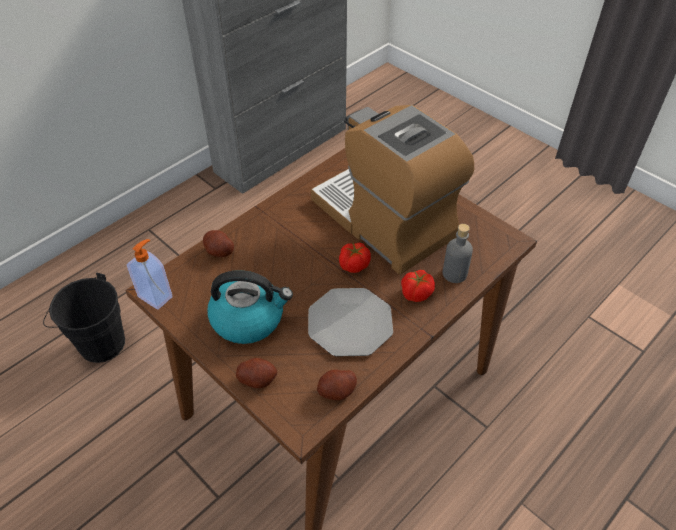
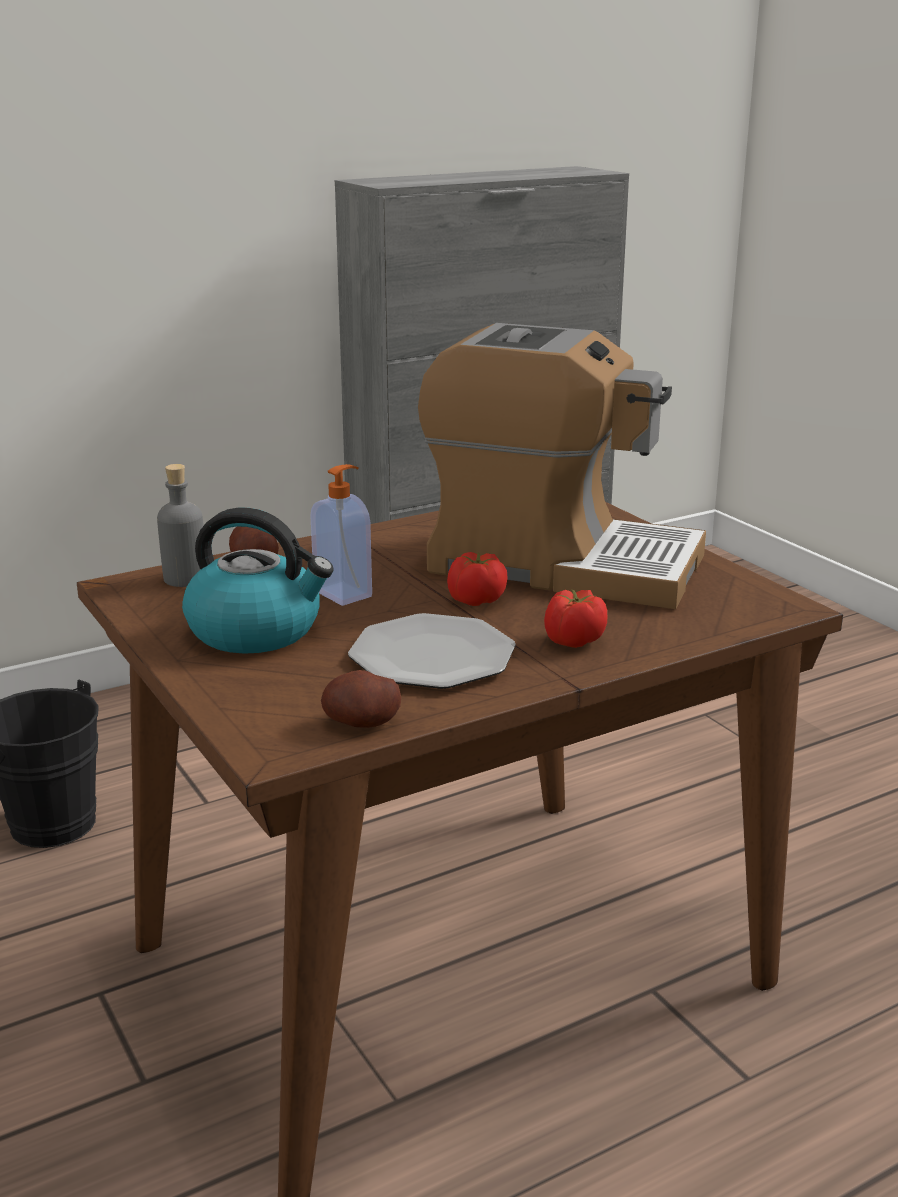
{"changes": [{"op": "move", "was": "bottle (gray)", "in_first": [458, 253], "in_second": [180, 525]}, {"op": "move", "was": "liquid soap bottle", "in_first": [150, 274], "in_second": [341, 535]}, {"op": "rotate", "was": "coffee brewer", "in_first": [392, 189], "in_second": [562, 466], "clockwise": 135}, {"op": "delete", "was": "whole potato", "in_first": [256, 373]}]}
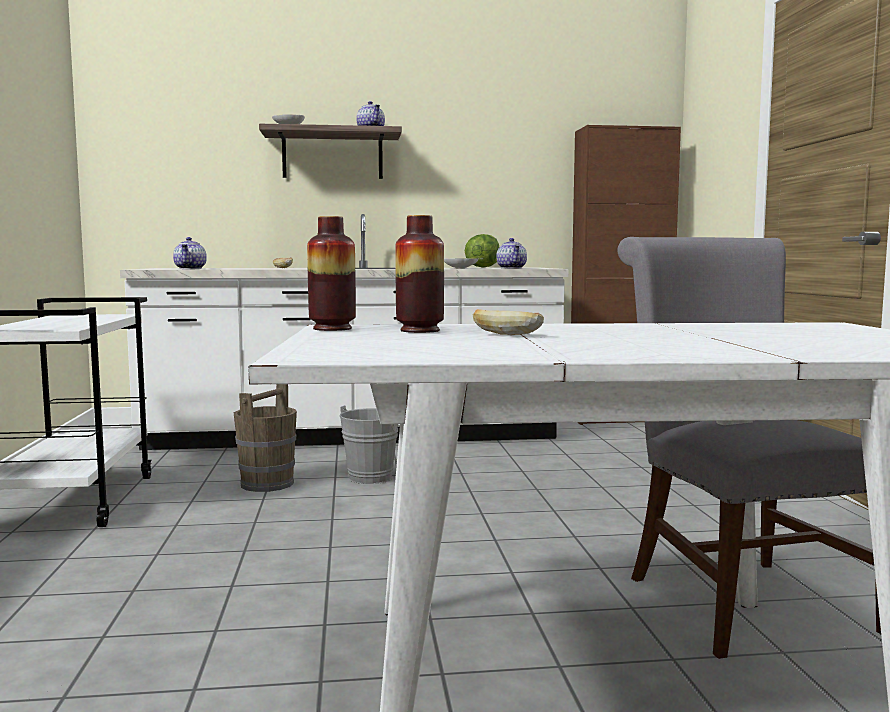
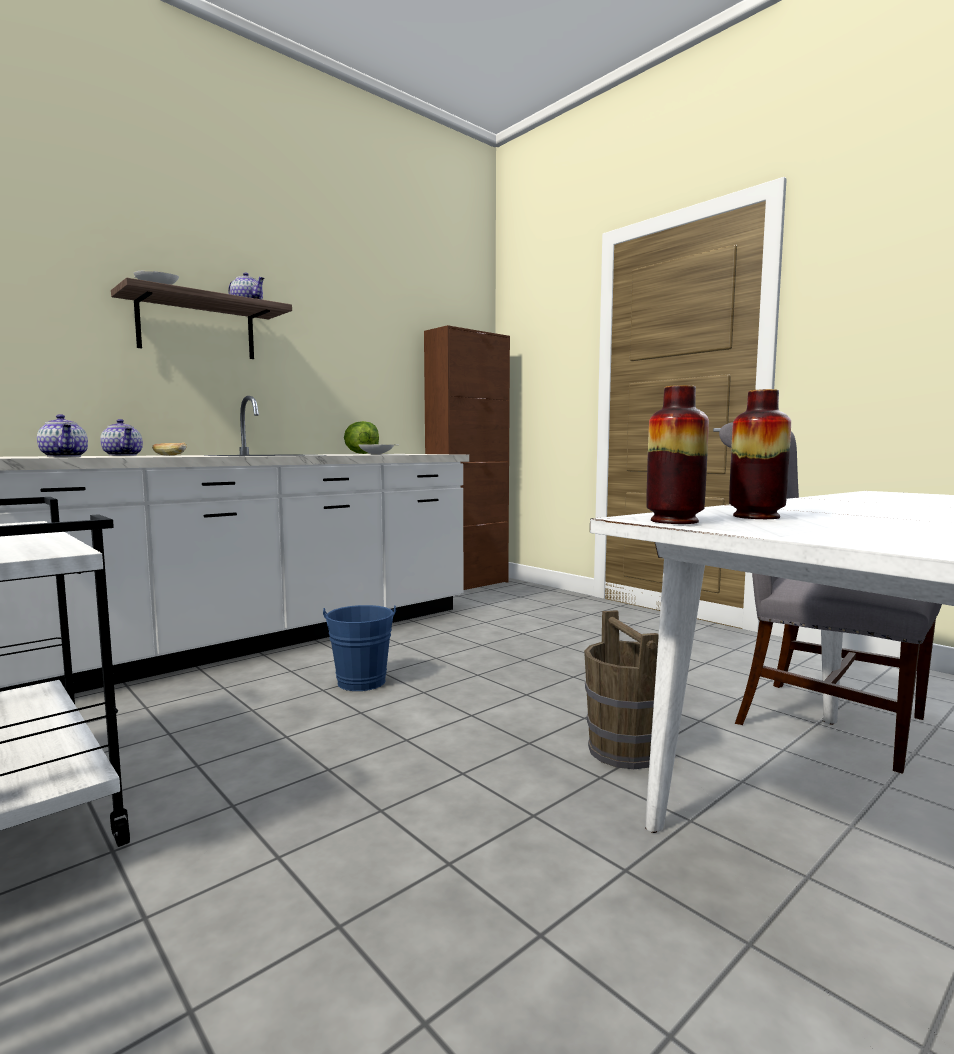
{"changes": [{"op": "move", "was": "teapot", "in_first": [511, 253], "in_second": [121, 437]}, {"op": "recolor", "was": "bucket (gray)", "now": "bucket (bluish)", "in_first": [369, 444], "in_second": [359, 648]}, {"op": "move", "was": "bucket (brown-coloured)", "in_first": [265, 438], "in_second": [621, 689]}, {"op": "delete", "was": "bread", "in_first": [508, 322]}]}
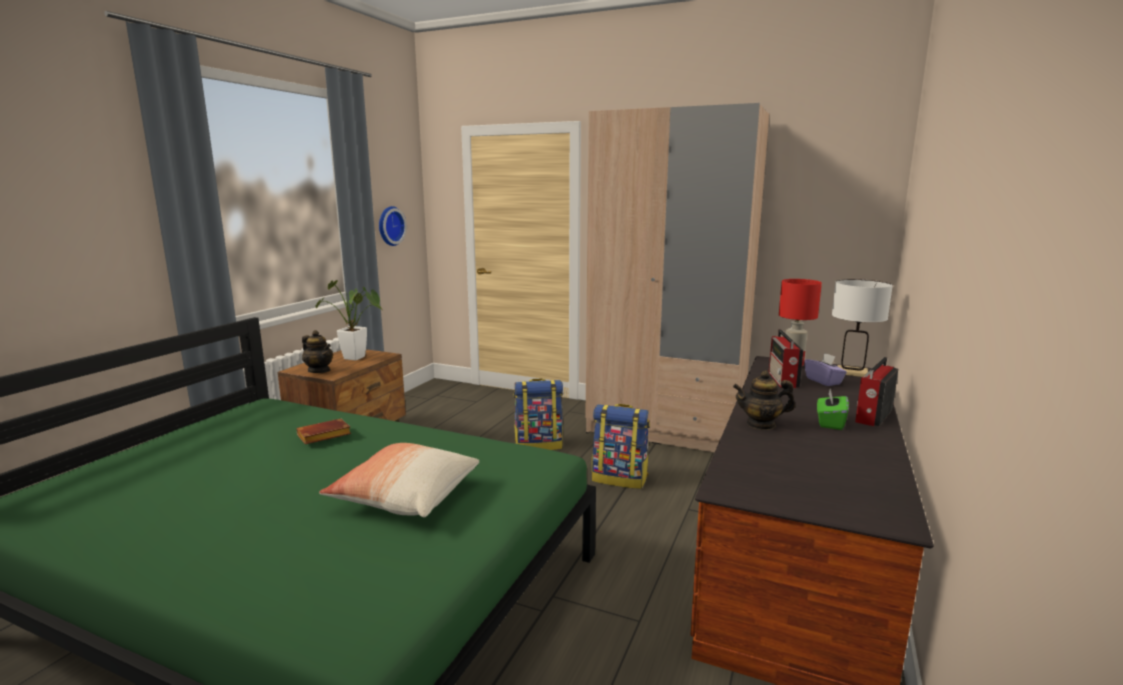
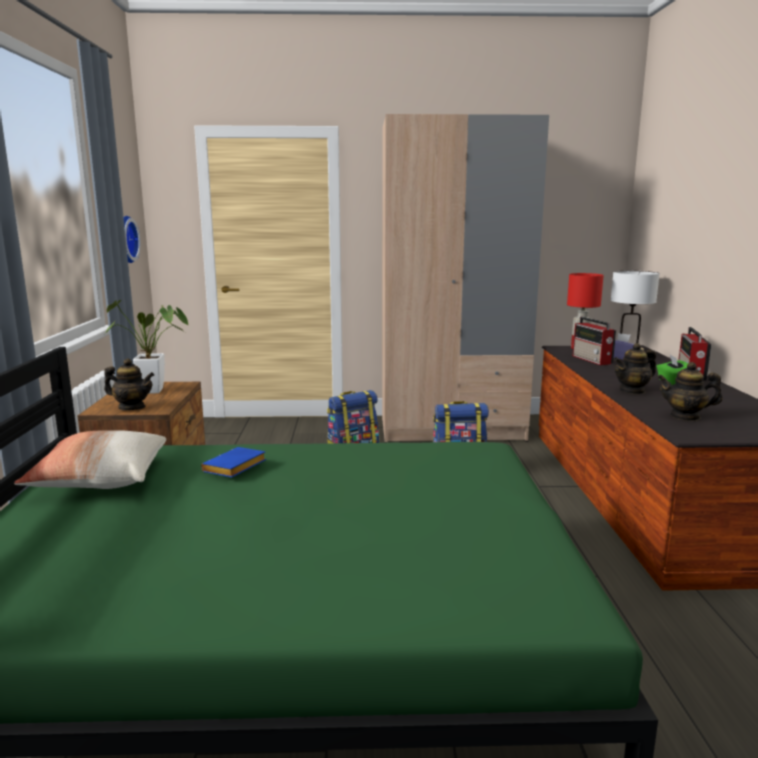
{"changes": [{"op": "move", "was": "throw pillow", "in_first": [399, 480], "in_second": [90, 459]}, {"op": "recolor", "was": "book (brown-coloured)", "now": "book (bluish)", "in_first": [324, 431], "in_second": [233, 462]}, {"op": "insert", "now": "teapot", "in_second": [690, 391]}]}
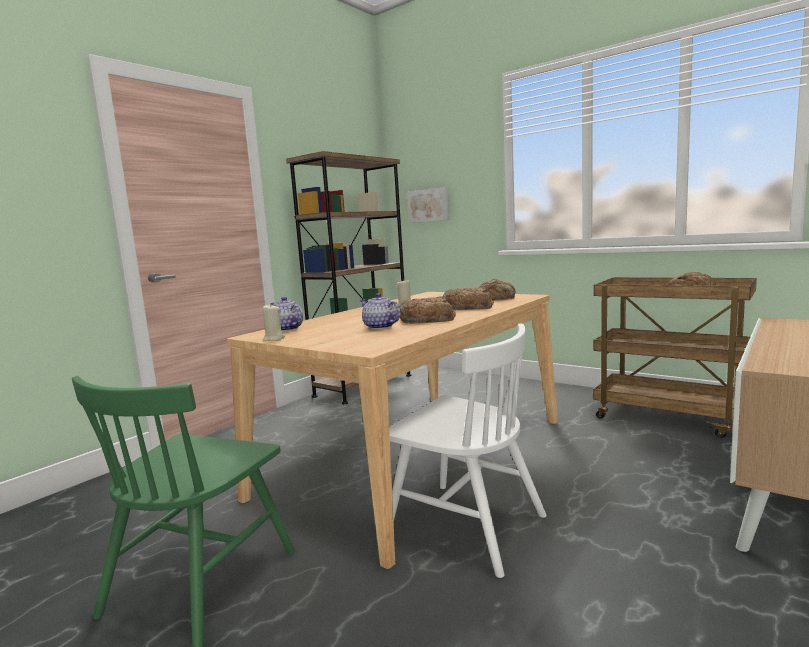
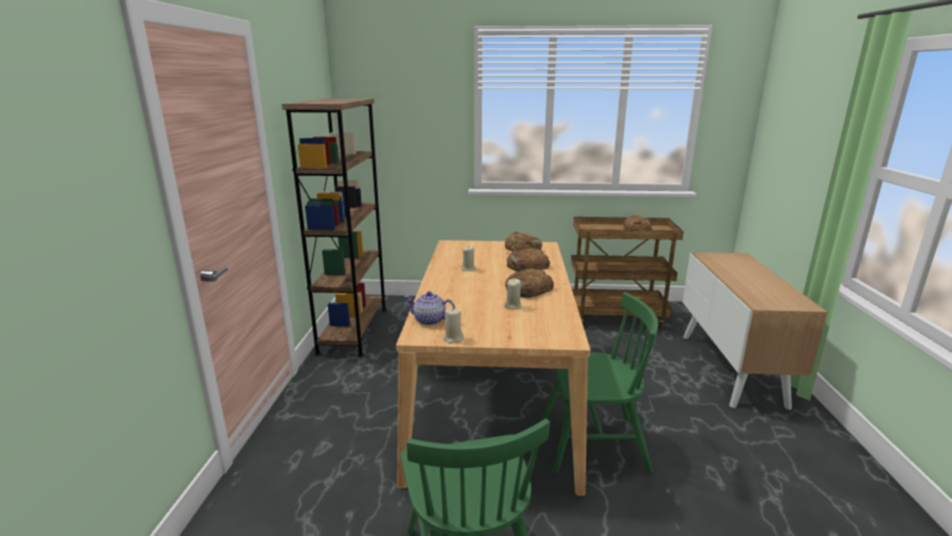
{"changes": [{"op": "replace", "was": "teapot", "now": "wax candle (sand-coloured)", "in_first": [380, 311], "in_second": [513, 294]}, {"op": "recolor", "was": "plain chair (whitish)", "now": "plain chair (green)", "in_first": [468, 450], "in_second": [600, 383]}, {"op": "delete", "was": "wall picture", "in_first": [428, 205]}]}
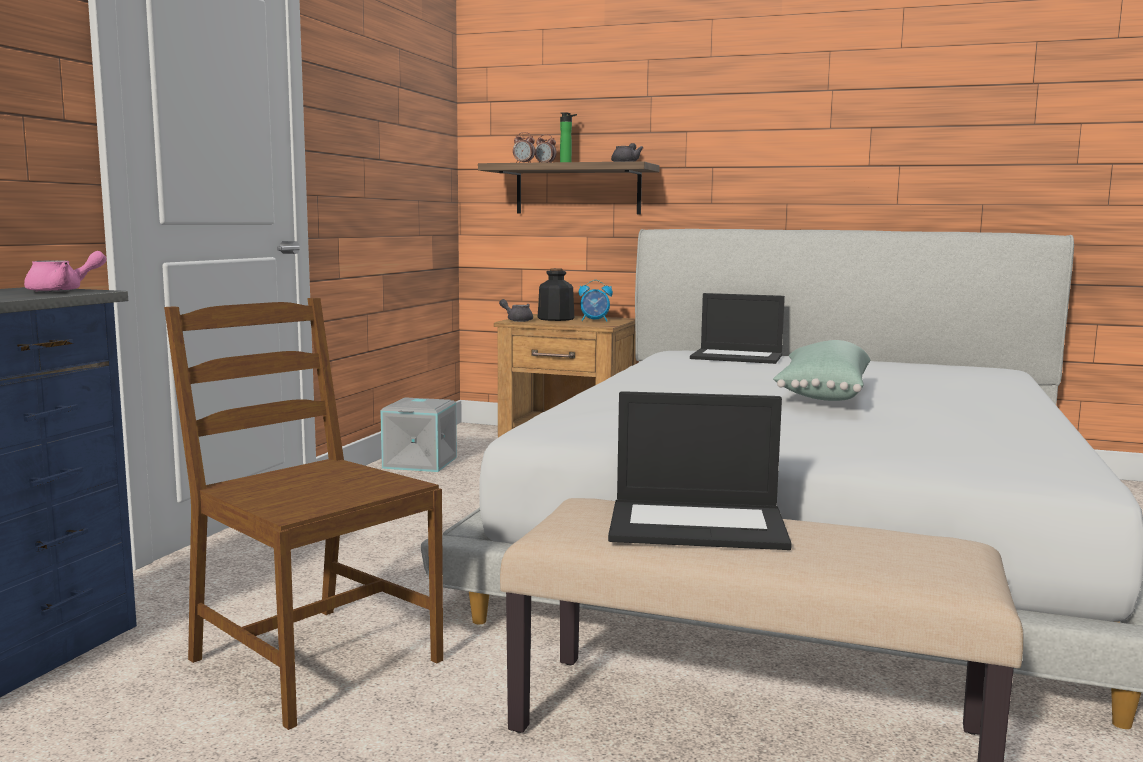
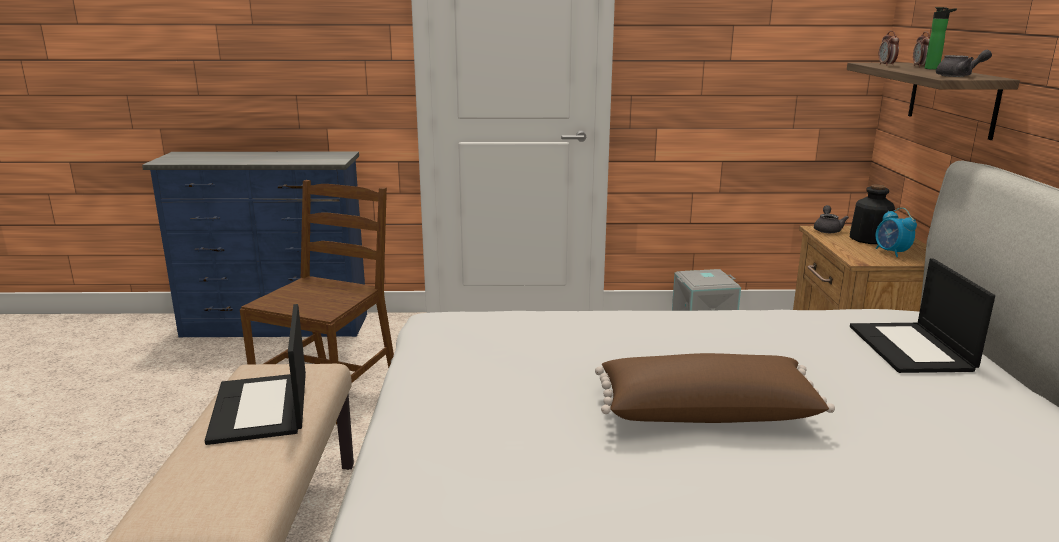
{"changes": [{"op": "recolor", "was": "throw pillow (green)", "now": "throw pillow (brown-coloured)", "in_first": [821, 370], "in_second": [715, 388]}, {"op": "delete", "was": "teapot (pink-coloured)", "in_first": [65, 271]}]}
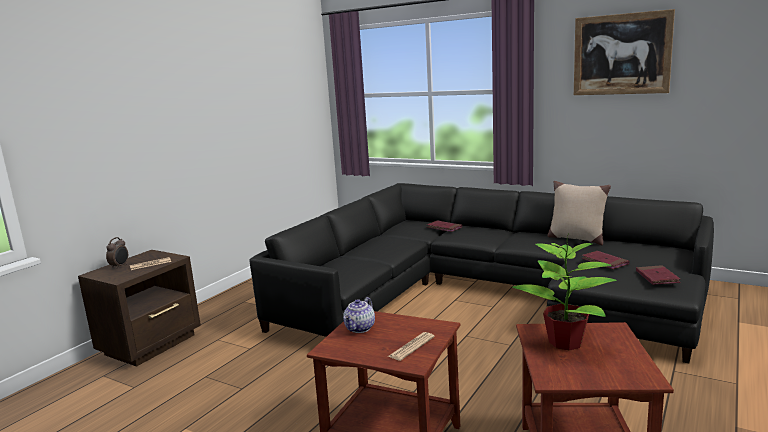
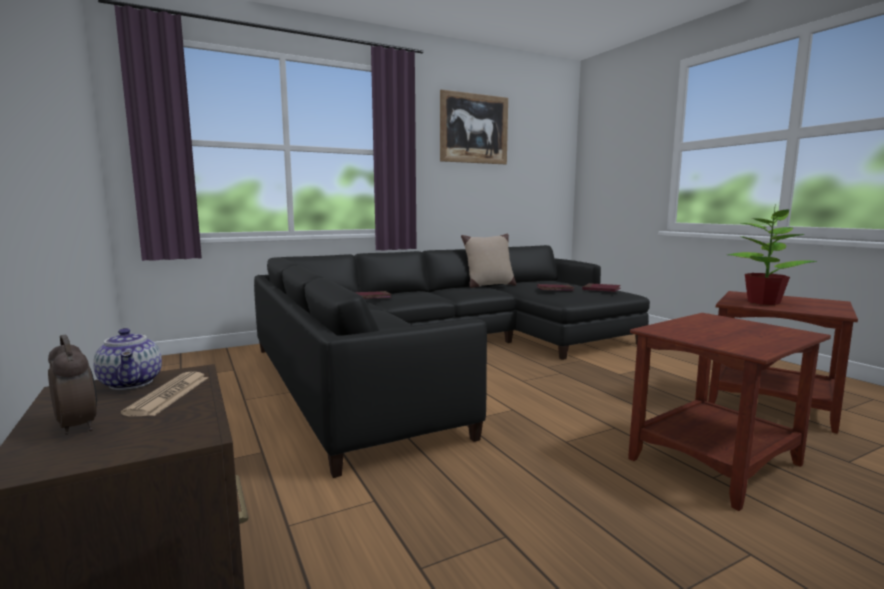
{"changes": [{"op": "move", "was": "teapot", "in_first": [359, 315], "in_second": [127, 359]}, {"op": "delete", "was": "daily paper", "in_first": [411, 346]}]}
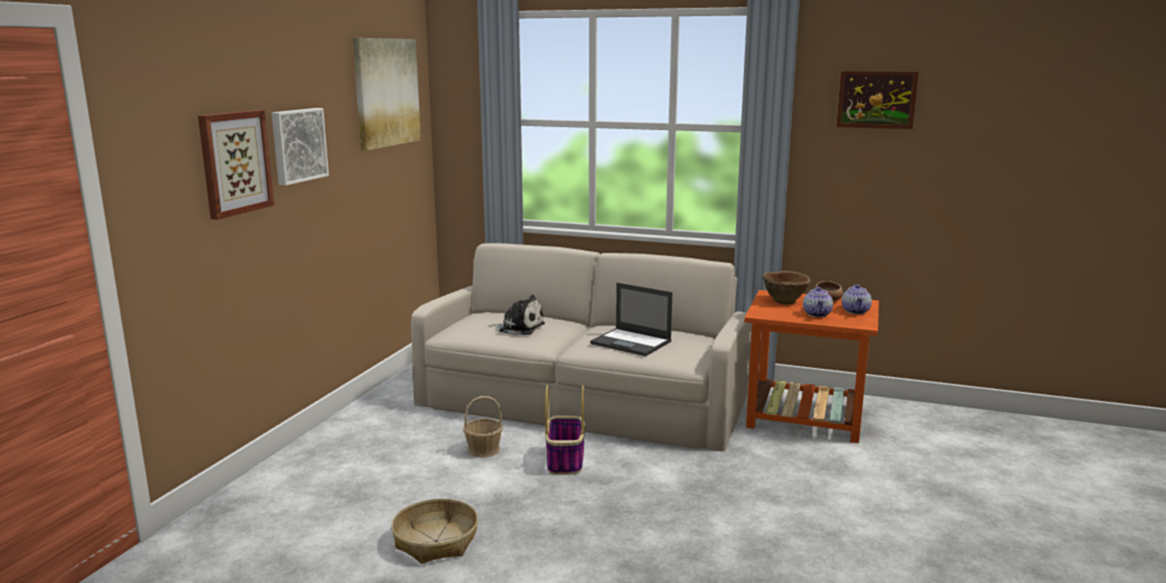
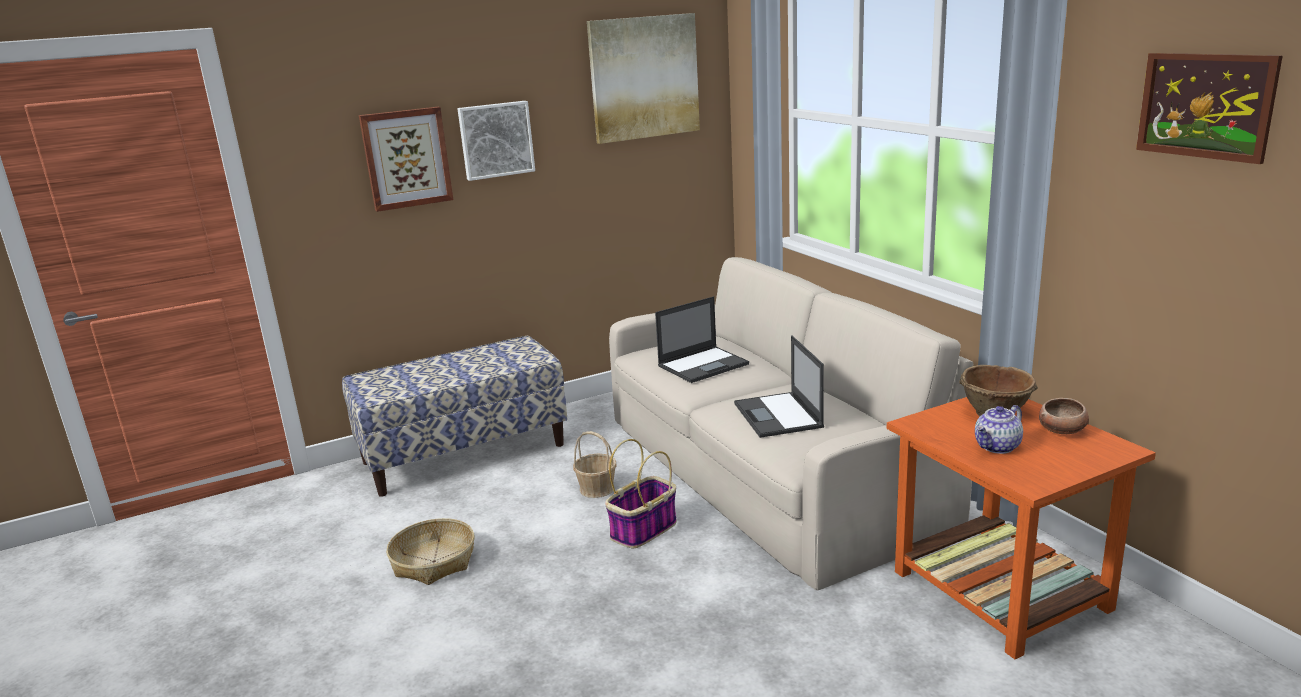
{"changes": [{"op": "insert", "now": "bench", "in_second": [454, 416]}, {"op": "replace", "was": "cuddly toy", "now": "portable computer", "in_first": [517, 315], "in_second": [702, 339]}, {"op": "delete", "was": "teapot", "in_first": [857, 299]}]}
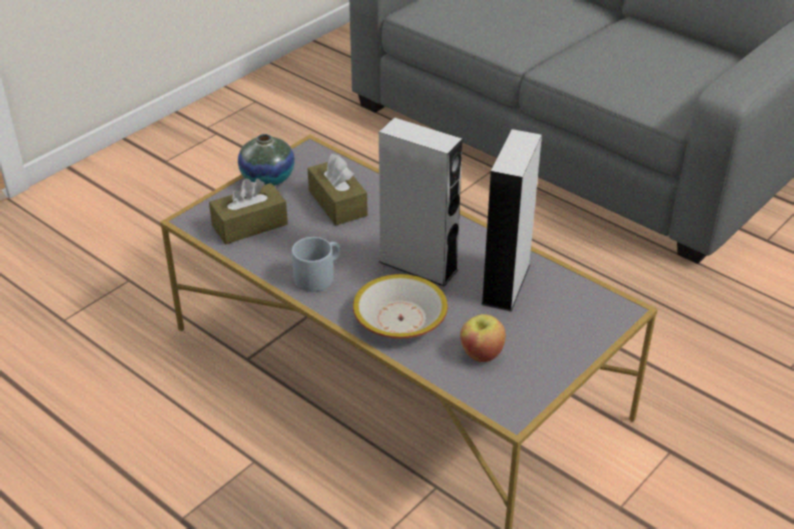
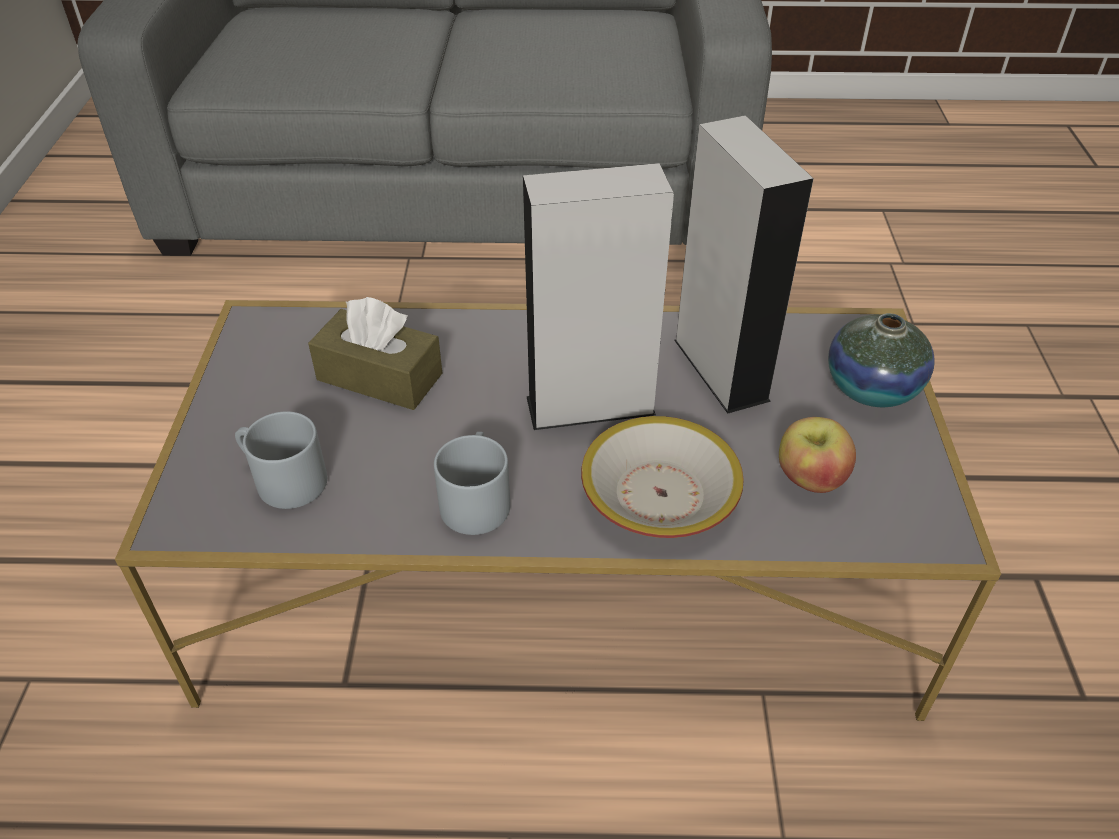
{"changes": [{"op": "replace", "was": "box of tissues (brown-coloured)", "now": "tea mug (gray)", "in_first": [248, 211], "in_second": [281, 460]}, {"op": "move", "was": "decorative vase", "in_first": [266, 160], "in_second": [881, 360]}]}
